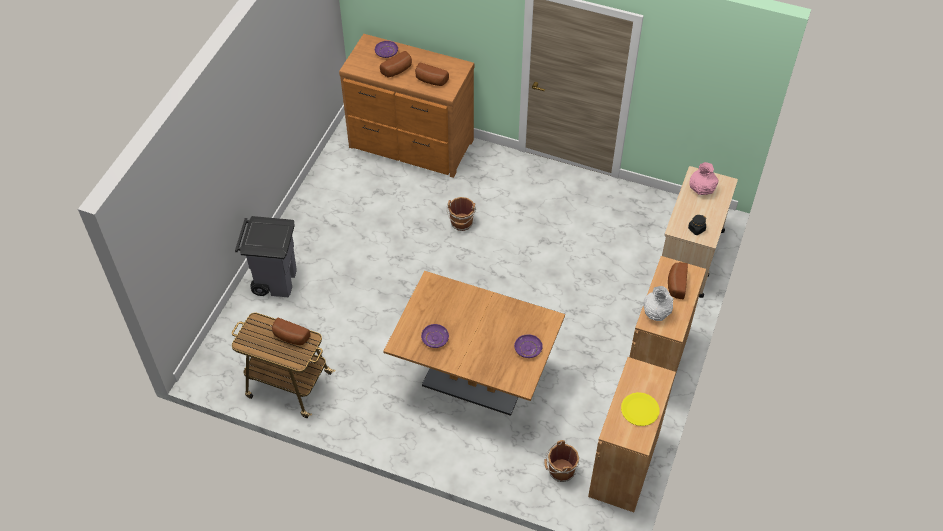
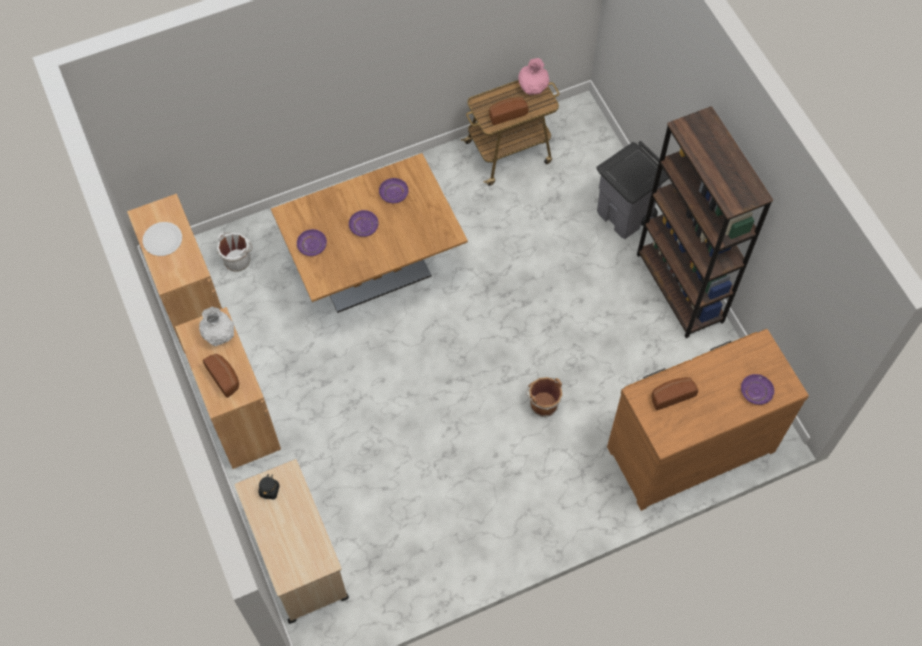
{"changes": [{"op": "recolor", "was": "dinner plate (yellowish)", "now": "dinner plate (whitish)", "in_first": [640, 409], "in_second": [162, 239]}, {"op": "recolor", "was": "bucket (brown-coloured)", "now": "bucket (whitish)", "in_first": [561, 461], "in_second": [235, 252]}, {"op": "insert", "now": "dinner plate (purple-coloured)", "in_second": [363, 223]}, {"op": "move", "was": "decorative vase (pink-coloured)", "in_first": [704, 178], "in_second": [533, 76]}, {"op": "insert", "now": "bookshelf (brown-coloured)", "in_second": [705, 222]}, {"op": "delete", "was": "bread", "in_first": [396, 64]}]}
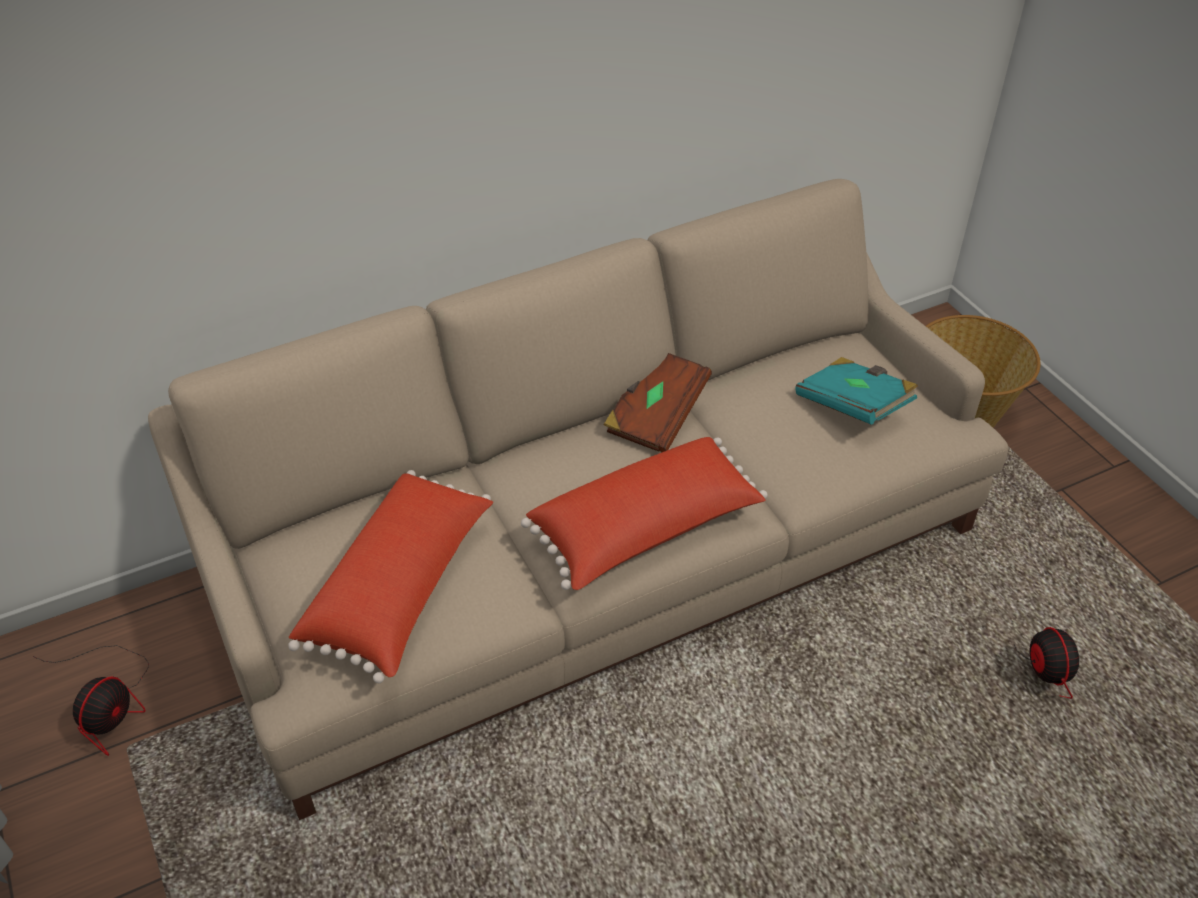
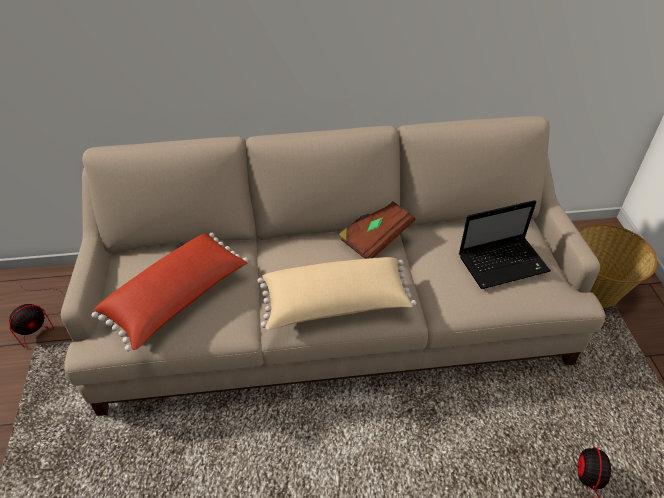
{"changes": [{"op": "recolor", "was": "throw pillow (red)", "now": "throw pillow (sand-coloured)", "in_first": [644, 513], "in_second": [336, 293]}, {"op": "replace", "was": "book (blue-green)", "now": "portable computer", "in_first": [857, 391], "in_second": [505, 244]}]}
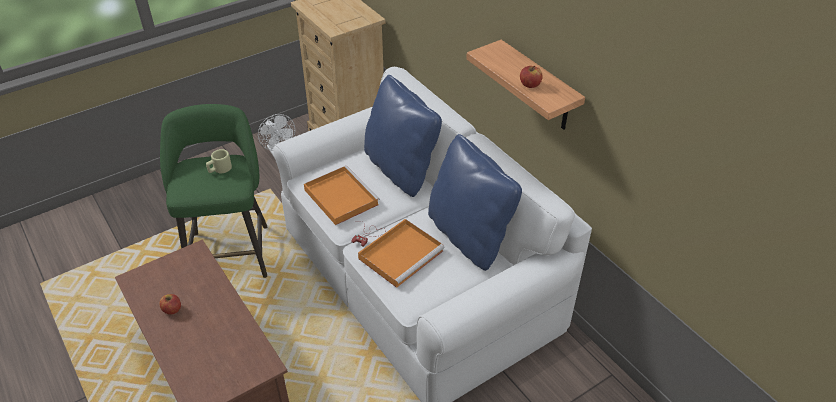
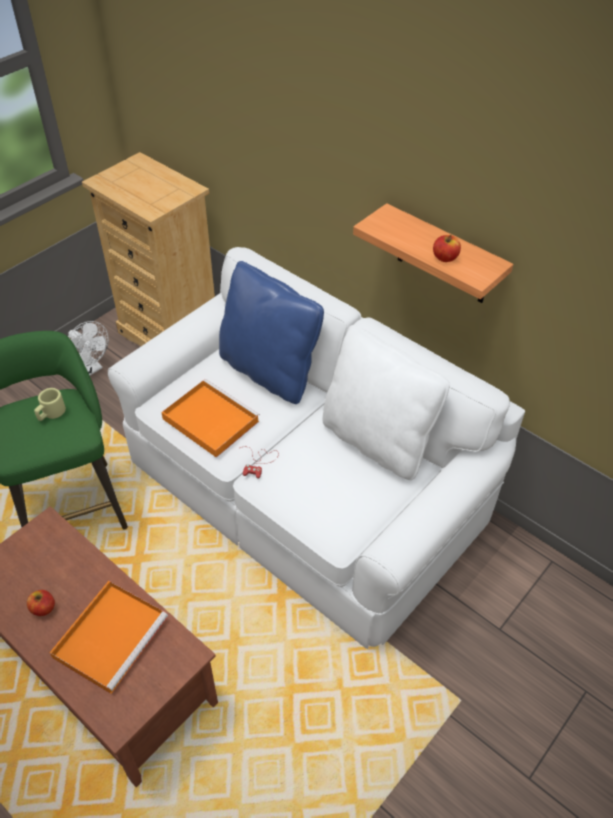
{"changes": [{"op": "move", "was": "carrying tray (orangey)", "in_first": [401, 253], "in_second": [108, 637]}, {"op": "recolor", "was": "throw pillow (bluish)", "now": "throw pillow (whitish)", "in_first": [475, 202], "in_second": [385, 402]}]}
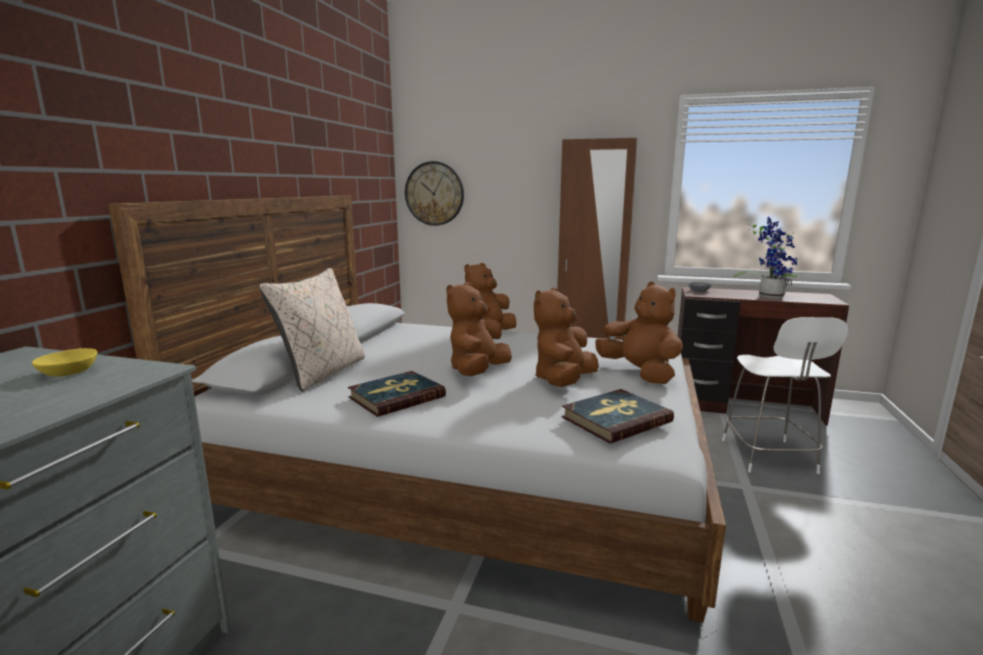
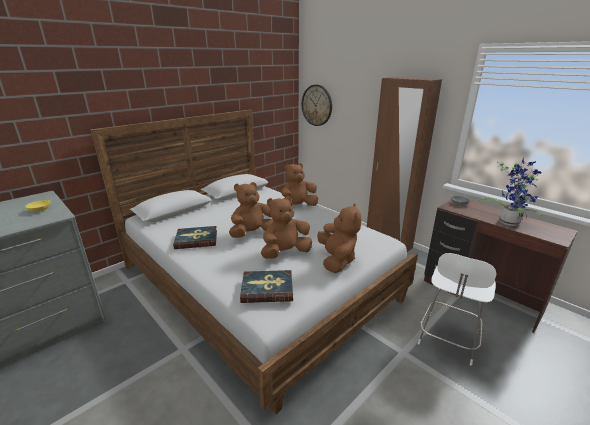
{"changes": [{"op": "delete", "was": "throw pillow (sand-coloured)", "in_first": [312, 330]}]}
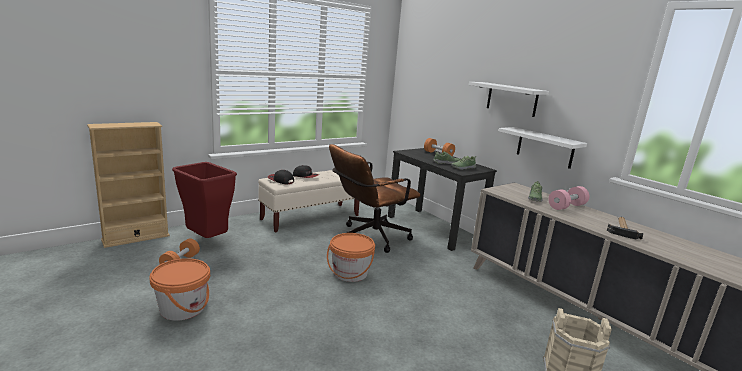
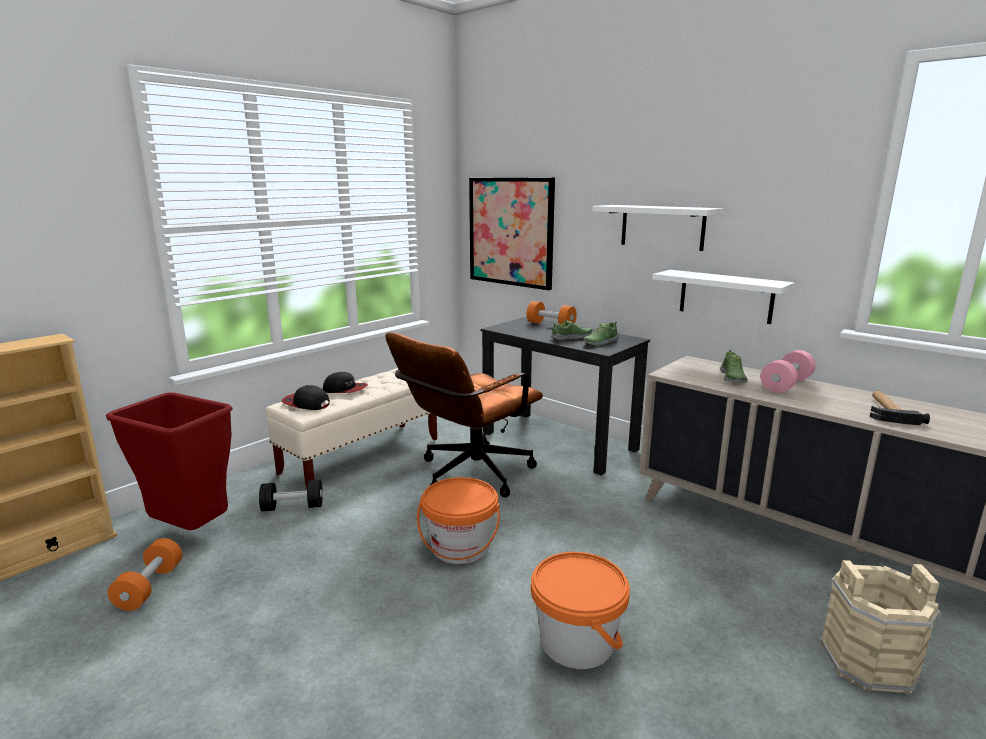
{"changes": [{"op": "insert", "now": "free weight (blackish)", "in_second": [291, 495]}, {"op": "insert", "now": "wall picture", "in_second": [512, 233]}, {"op": "move", "was": "bucket (orangey)", "in_first": [179, 289], "in_second": [580, 610]}]}
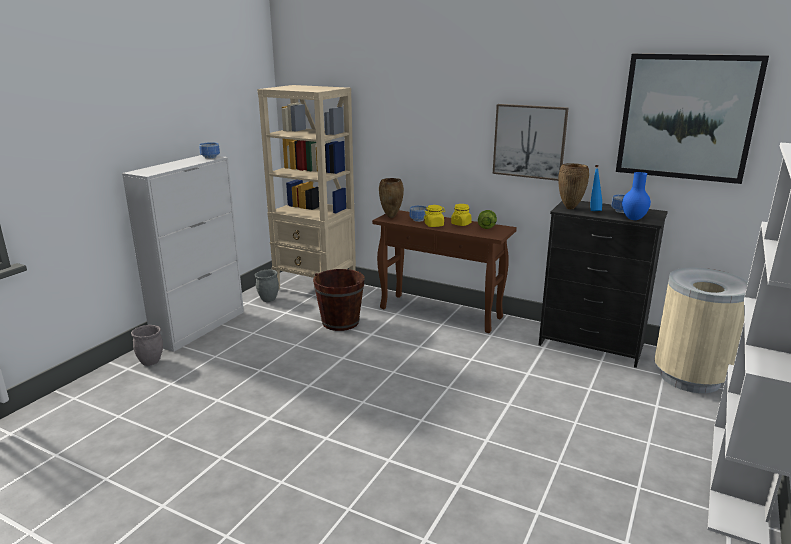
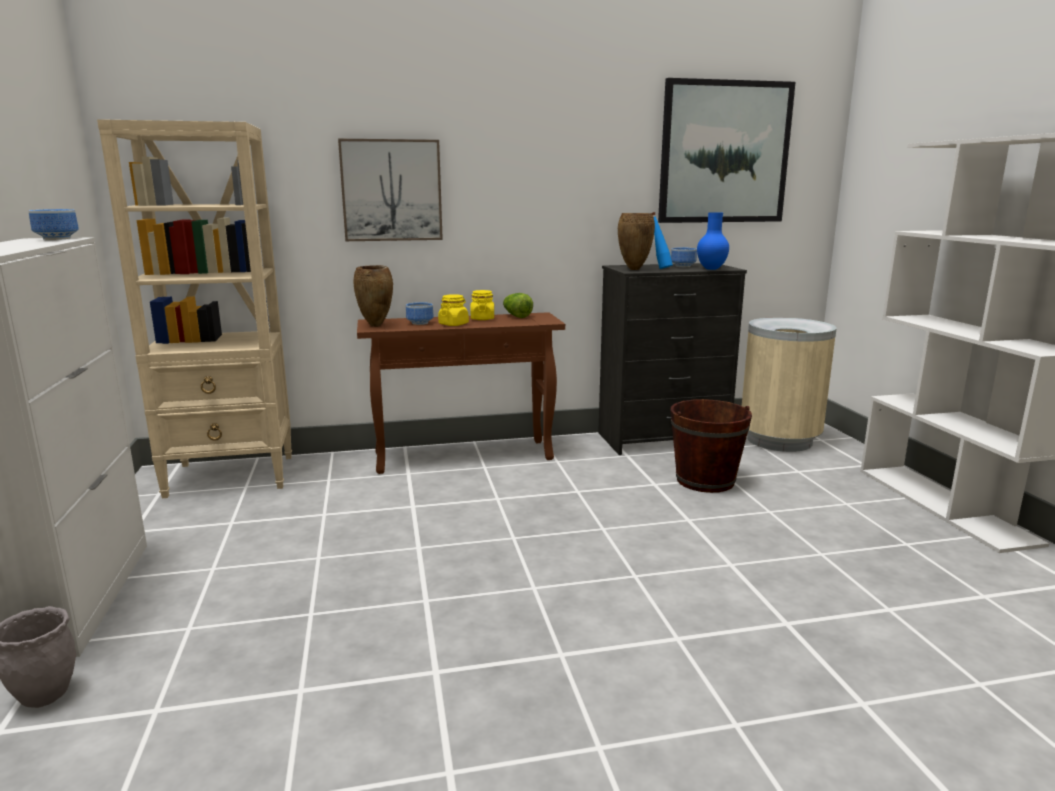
{"changes": [{"op": "move", "was": "wall picture", "in_first": [531, 142], "in_second": [390, 190]}, {"op": "move", "was": "bucket (brown-coloured)", "in_first": [339, 300], "in_second": [711, 446]}, {"op": "delete", "was": "plant pot (gray)", "in_first": [267, 286]}]}
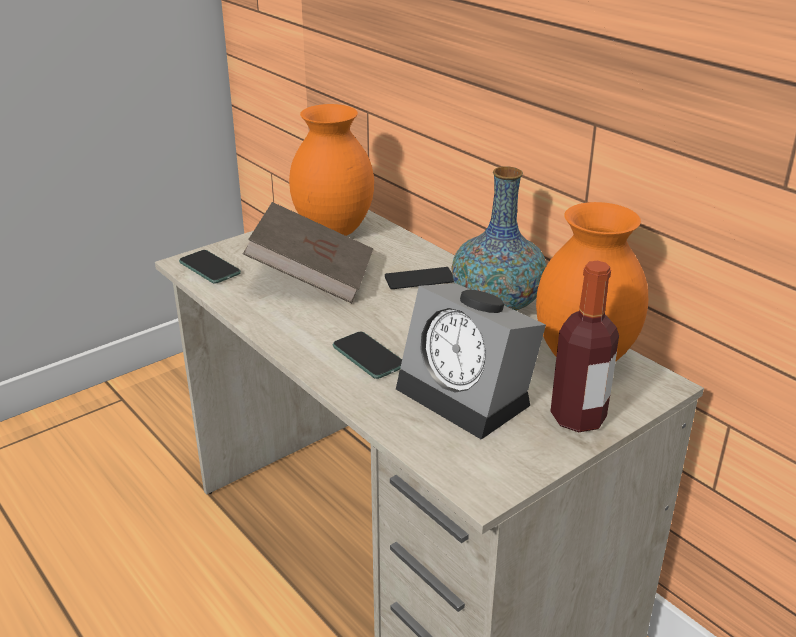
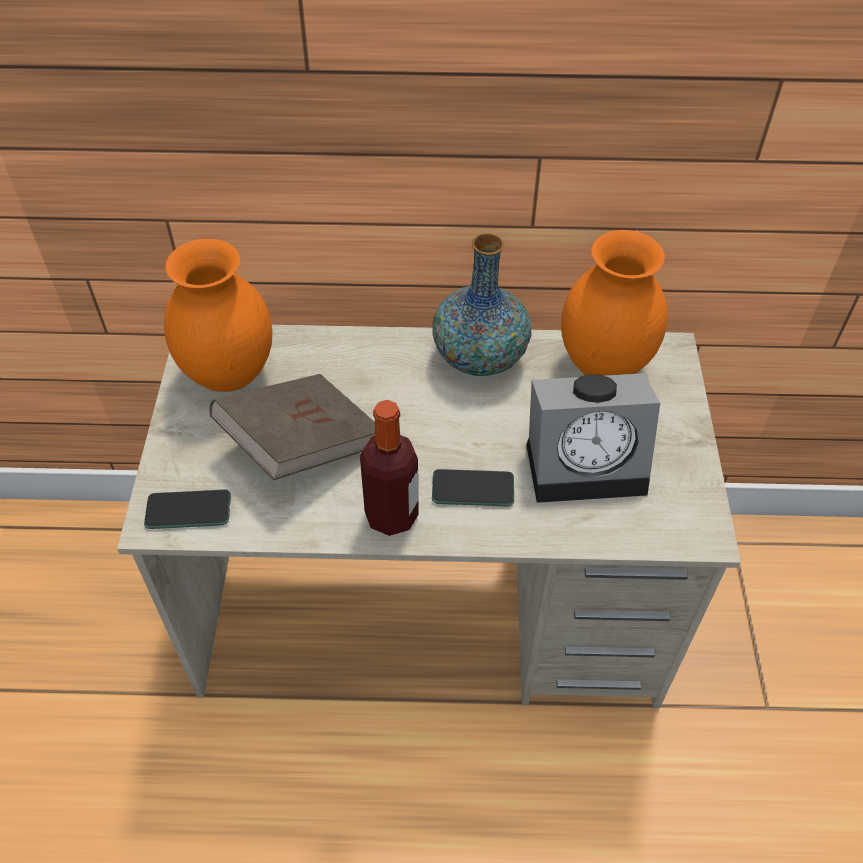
{"changes": [{"op": "move", "was": "bottle", "in_first": [584, 346], "in_second": [389, 468]}, {"op": "delete", "was": "handset", "in_first": [419, 278]}]}
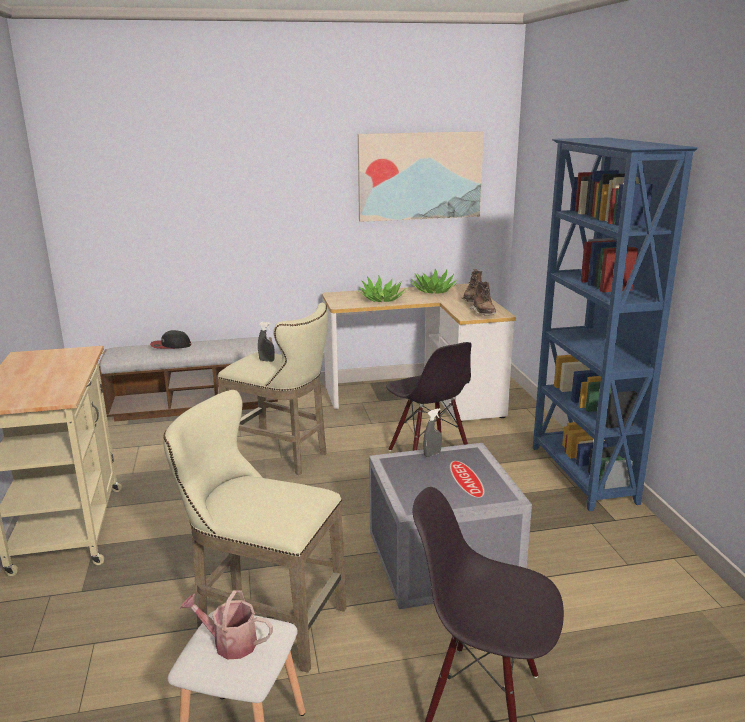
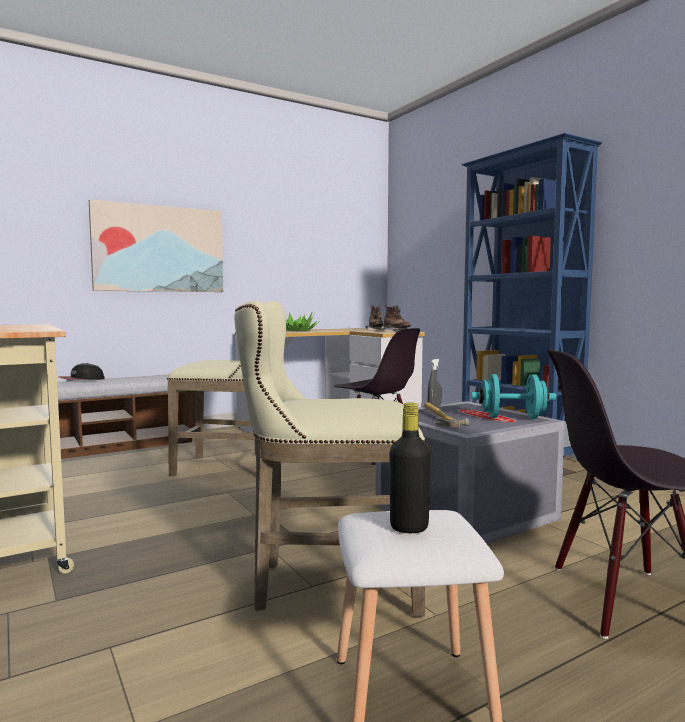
{"changes": [{"op": "move", "was": "wall picture", "in_first": [421, 177], "in_second": [156, 245]}, {"op": "replace", "was": "watering can", "now": "bottle (blackish)", "in_first": [227, 624], "in_second": [410, 468]}, {"op": "insert", "now": "tool hammer", "in_second": [447, 414]}, {"op": "insert", "now": "free weight (blue-green)", "in_second": [513, 396]}, {"op": "delete", "was": "sprayer (gray)", "in_first": [266, 342]}, {"op": "delete", "was": "houseplant", "in_first": [433, 281]}]}
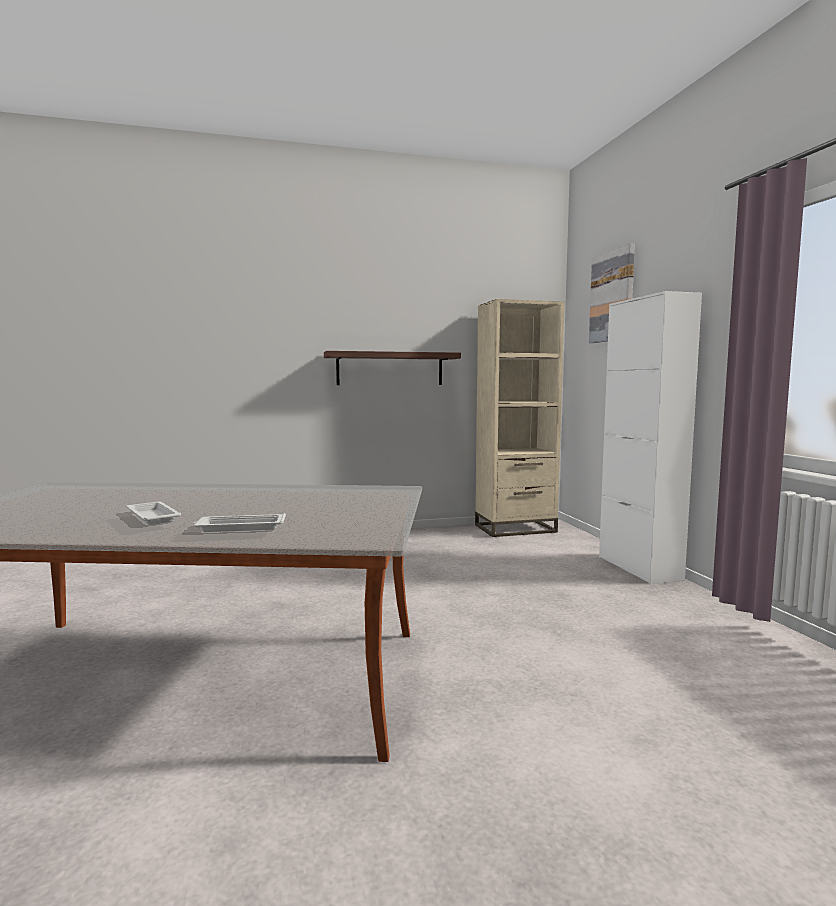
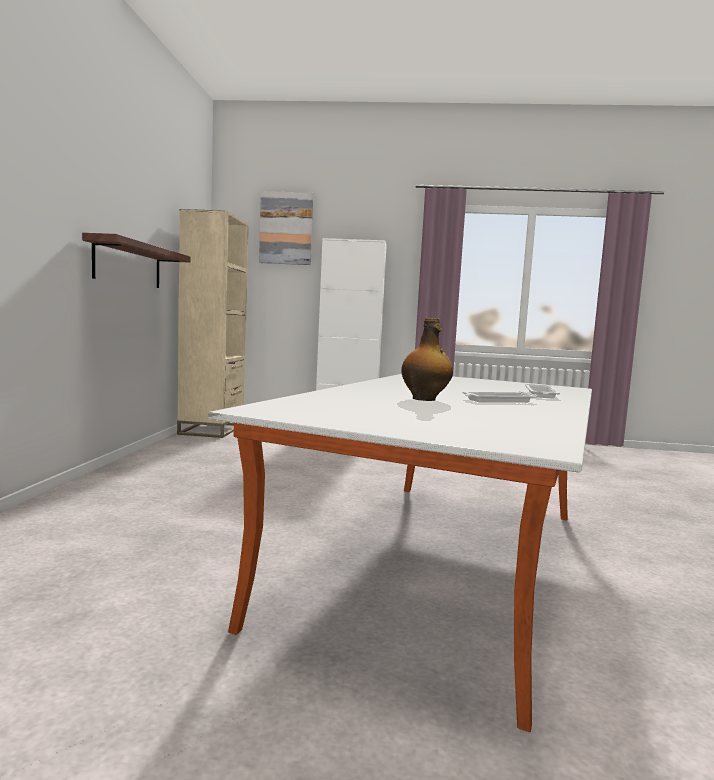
{"changes": [{"op": "insert", "now": "bottle", "in_second": [427, 359]}]}
